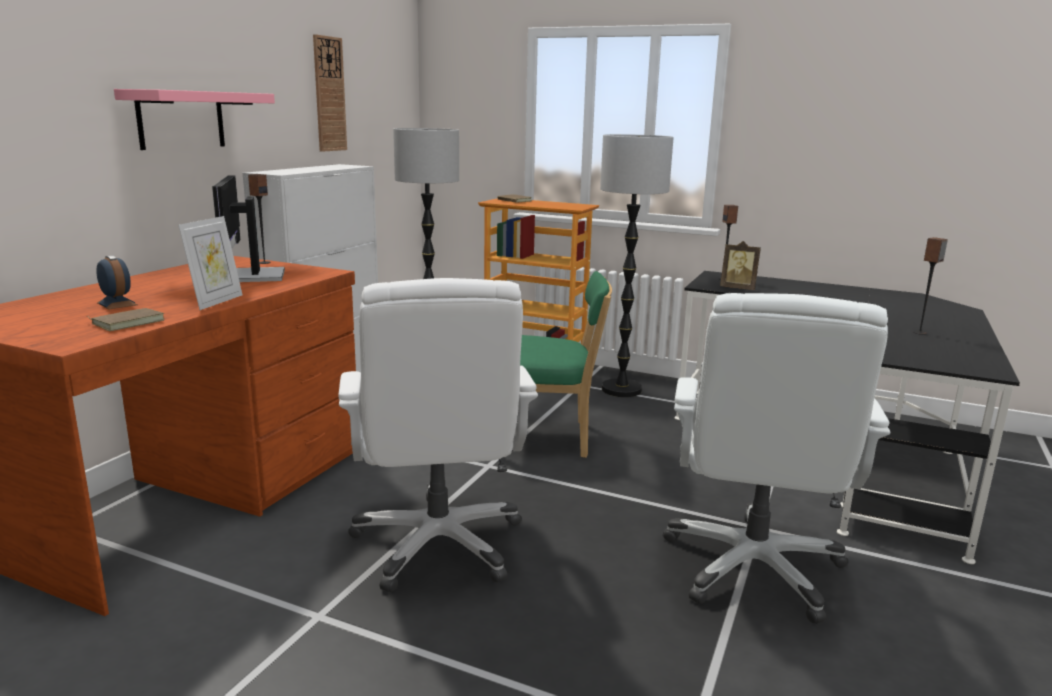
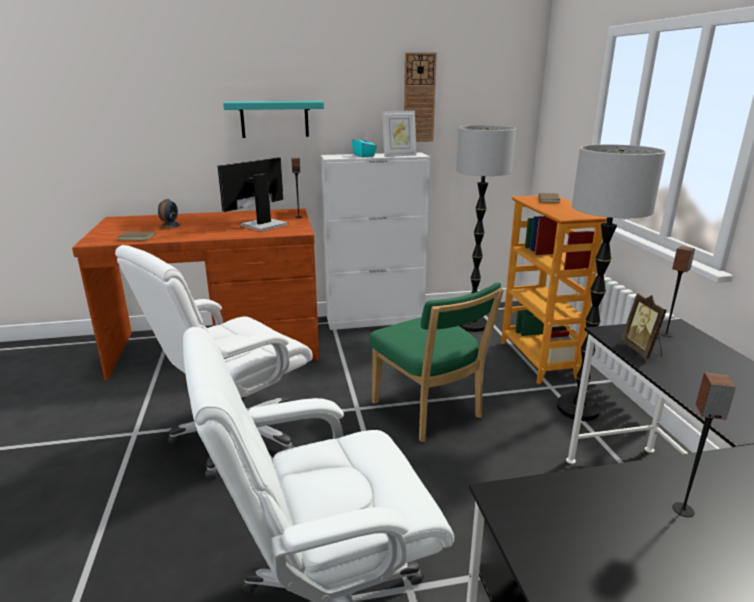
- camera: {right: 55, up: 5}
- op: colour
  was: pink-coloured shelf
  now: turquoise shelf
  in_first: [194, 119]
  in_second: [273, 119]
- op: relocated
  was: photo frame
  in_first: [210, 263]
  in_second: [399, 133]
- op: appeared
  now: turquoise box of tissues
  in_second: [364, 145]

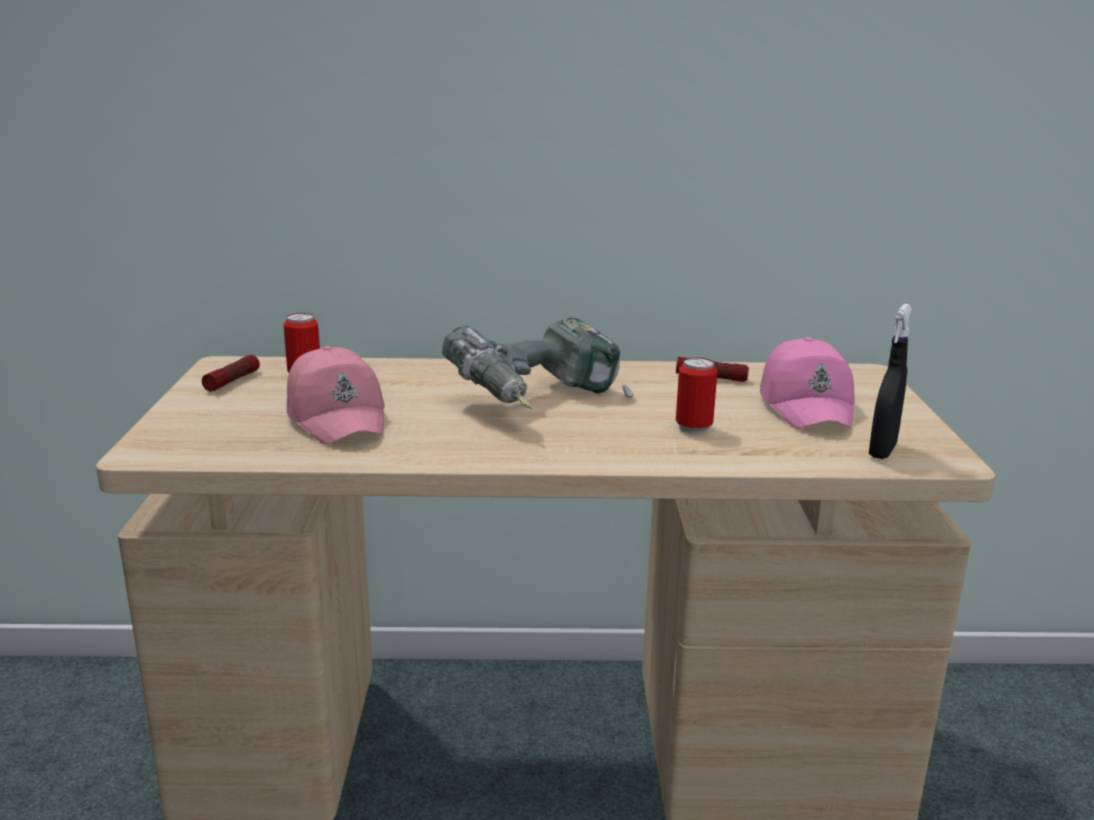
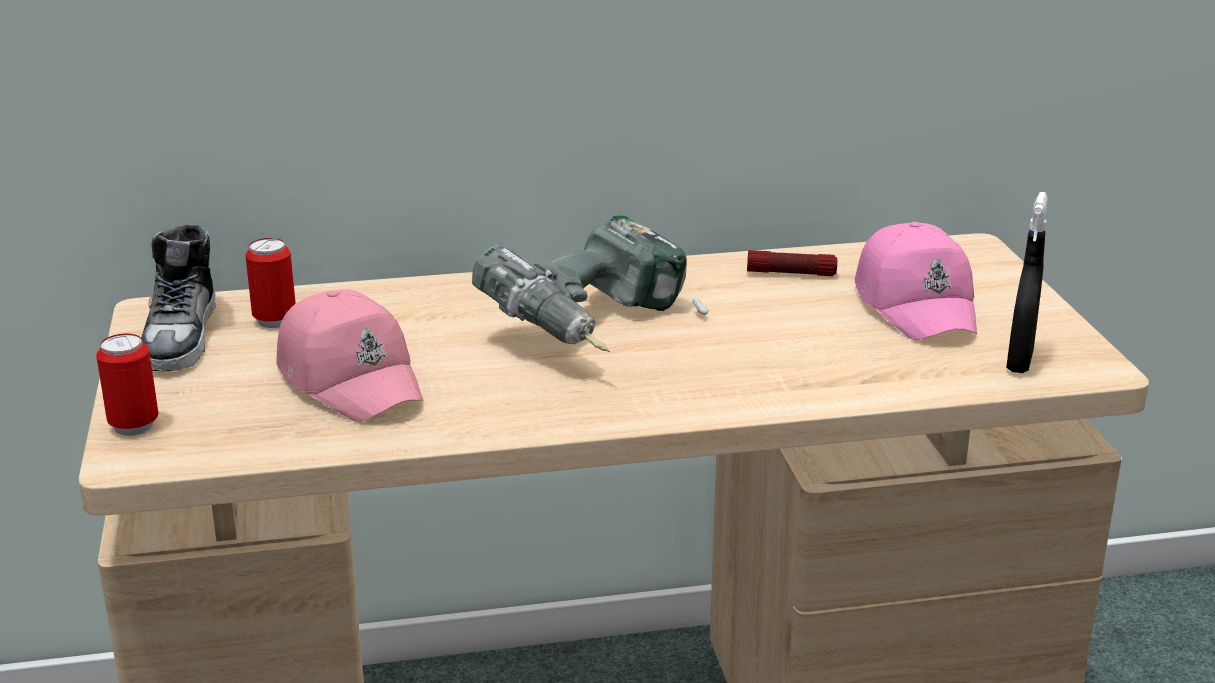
- camera: {right: -10, up: 5}
- op: exchanged
  was: hand torch
  now: shoe
  in_first: [231, 373]
  in_second: [178, 298]
- op: relocated
  was: sealed can
  in_first: [697, 395]
  in_second: [127, 384]

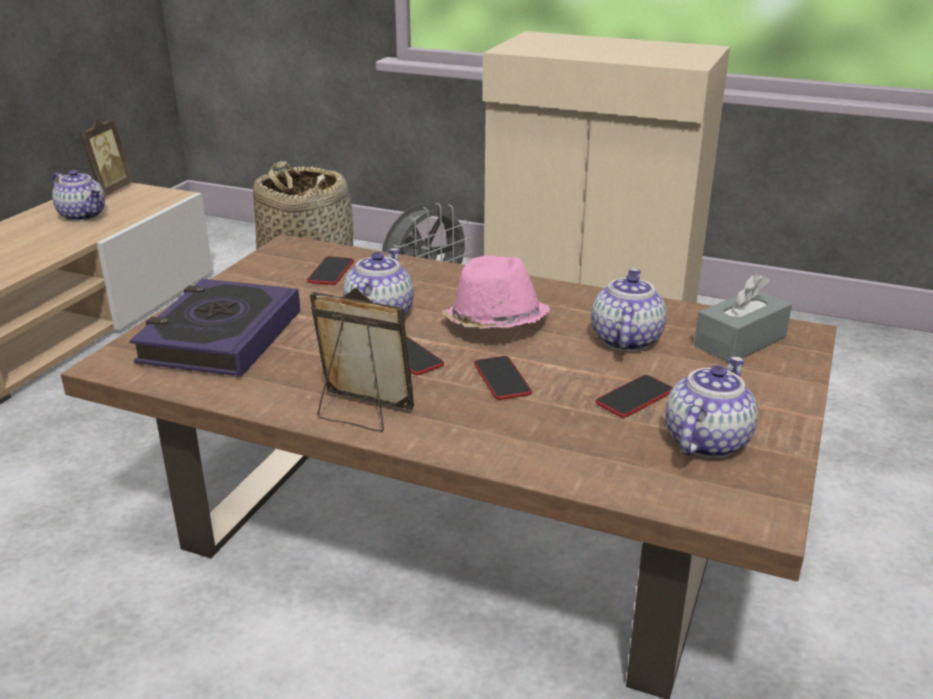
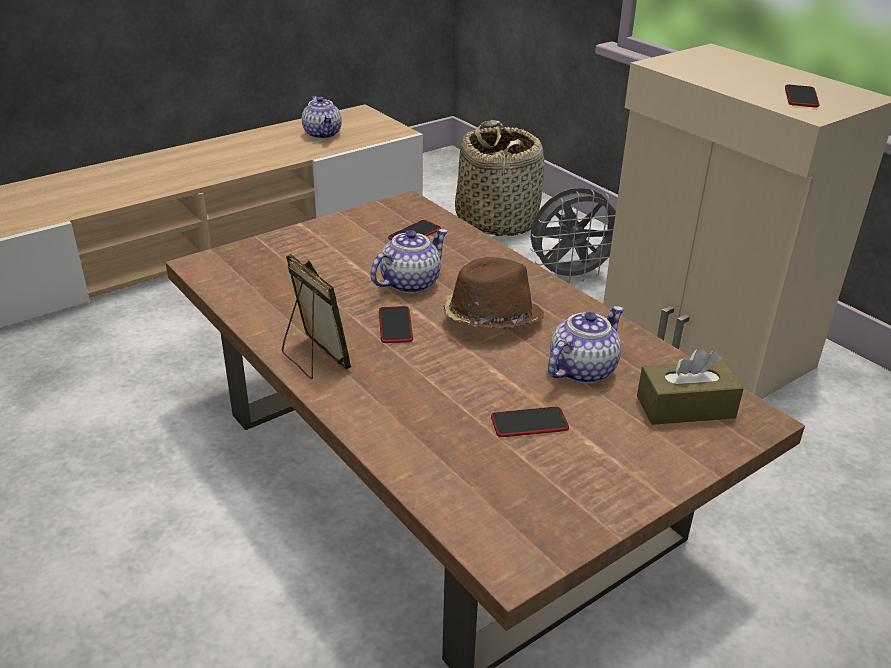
- camera: {right: 30, up: 5}
- op: missing
  was: photo frame
  in_first: [106, 157]
- op: colour
  was: pink-coloured clothing hat
  now: brown-coloured clothing hat
  in_first: [496, 292]
  in_second: [494, 293]
- op: colour
  was: grey box of tissues
  now: brown-coloured box of tissues
  in_first: [743, 318]
  in_second: [690, 386]
- op: missing
  was: volume
  in_first: [214, 328]
- op: relocated
  was: phone
  in_first: [503, 378]
  in_second: [802, 96]
- op: missing
  was: tea pot
  in_first: [711, 407]

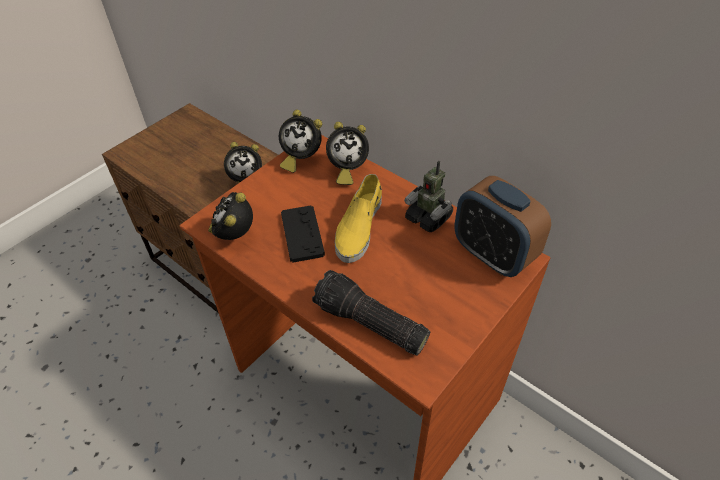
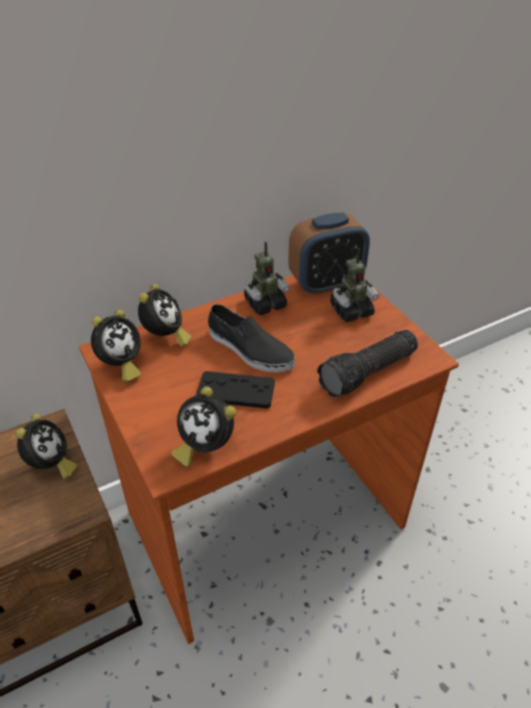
- camera: {right: -70, up: -5}
- op: colour
  was: yellow shoe
  now: black shoe
  in_first: [358, 218]
  in_second: [251, 338]
- op: appeared
  now: robot figure
  in_second: [354, 285]

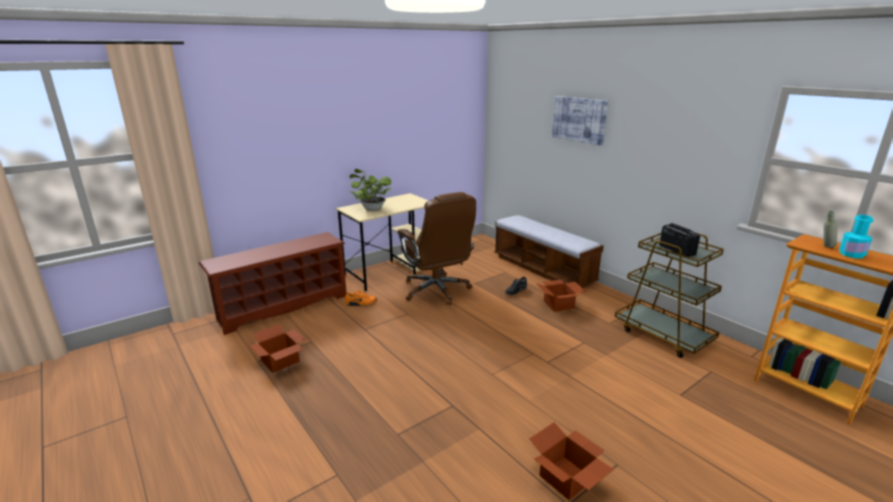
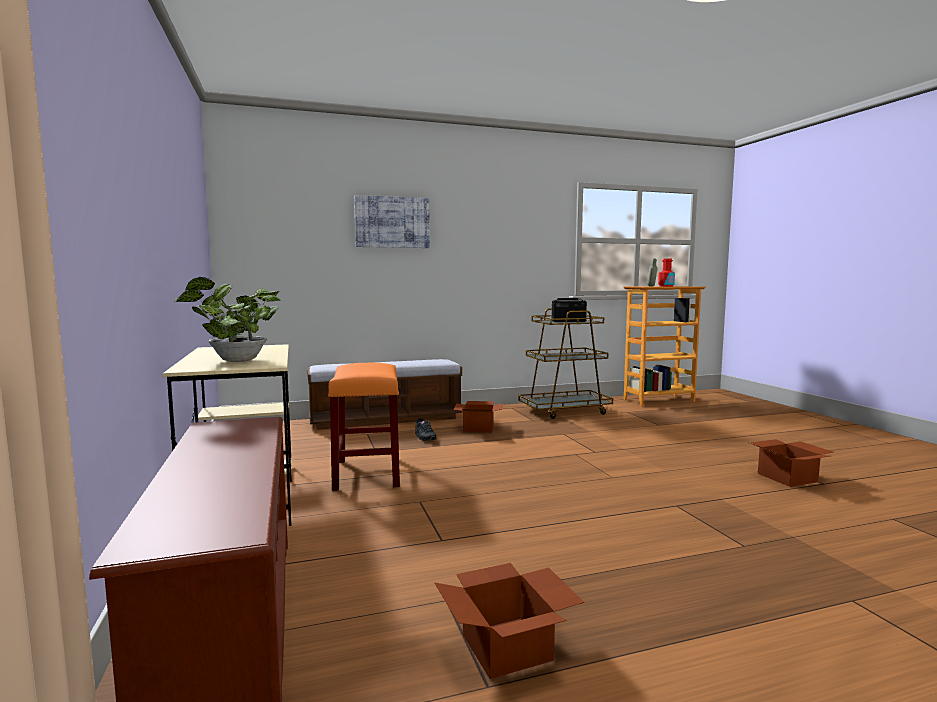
- camera: {right: -70, up: -15}
- op: exchanged
  was: brown-coloured desk chair
  now: orange-coloured sitting stool
  in_first: [436, 248]
  in_second: [364, 426]
- op: colour
  was: turquoise drink bottle
  now: red-coloured drink bottle
  in_first: [856, 237]
  in_second: [666, 272]
- op: missing
  was: orange-coloured shoe
  in_first: [361, 298]

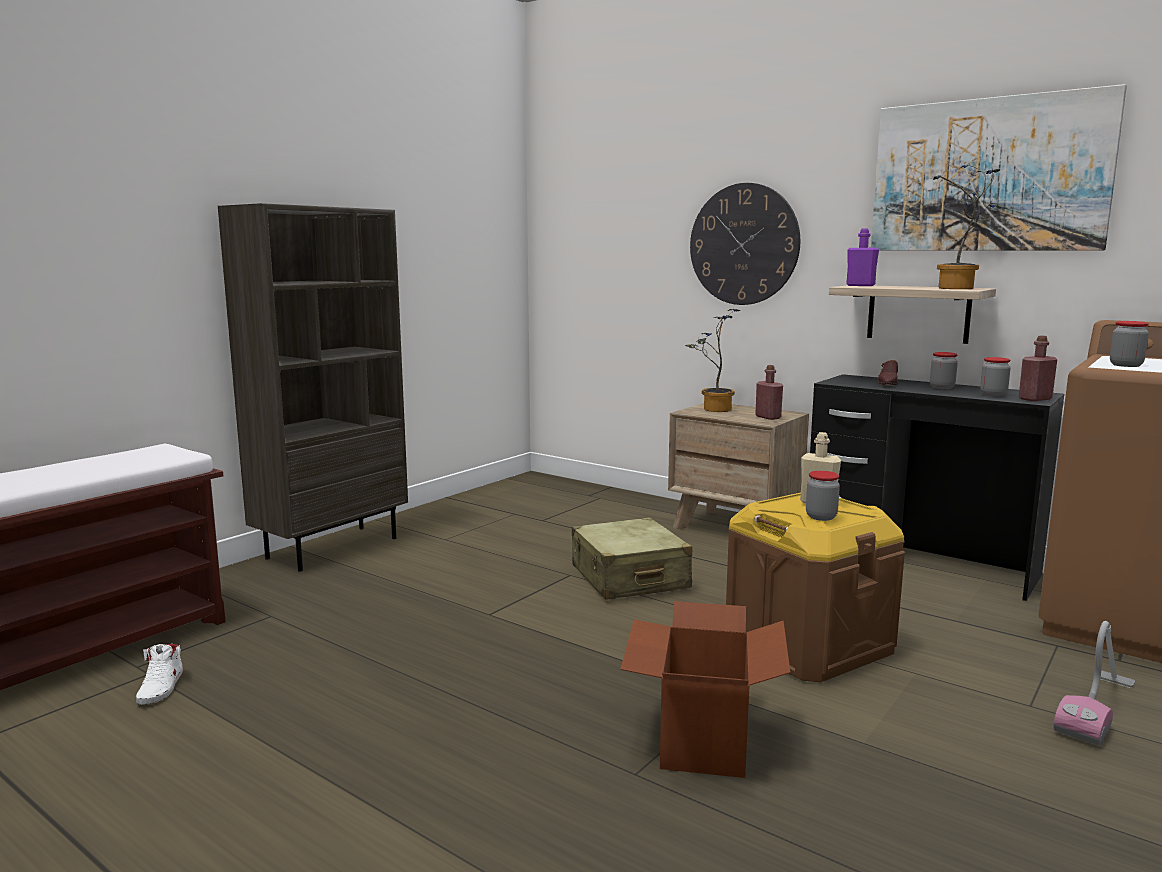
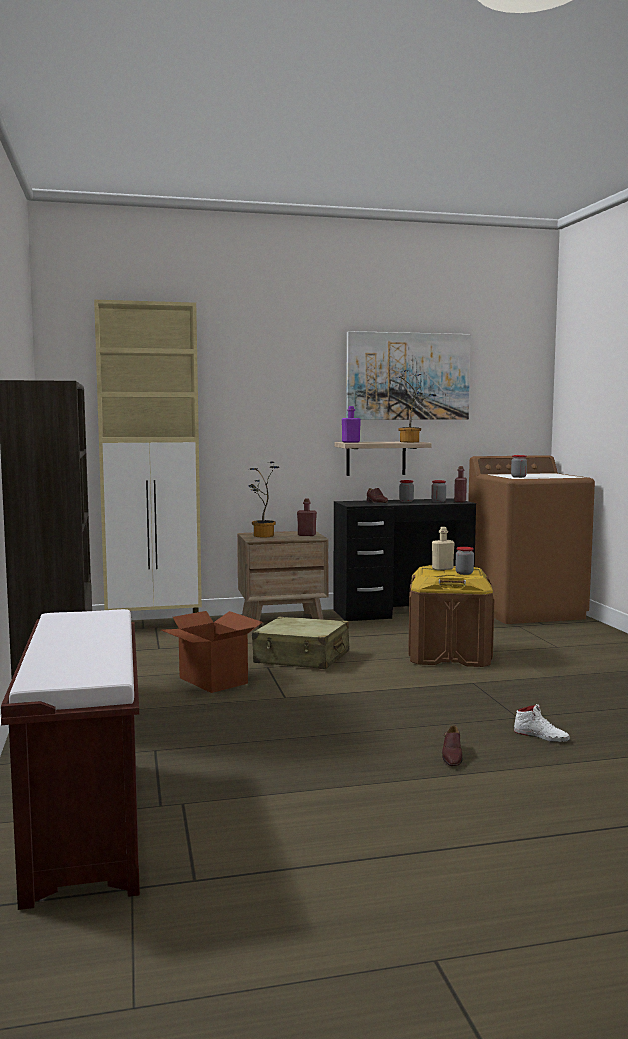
- camera: {right: -50, up: -5}
- op: missing
  was: hanging clock
  in_first: [745, 244]
- op: relocated
  was: cardboard box
  in_first: [705, 689]
  in_second: [212, 652]
- op: missing
  was: vacuum cleaner
  in_first: [1094, 683]
- op: relocated
  was: whitish shoe
  in_first: [159, 674]
  in_second: [542, 723]
- op: appeared
  now: sand-coloured cupboard
  in_second: [148, 456]
- op: appeared
  now: brown-coloured shoe
  in_second: [452, 745]

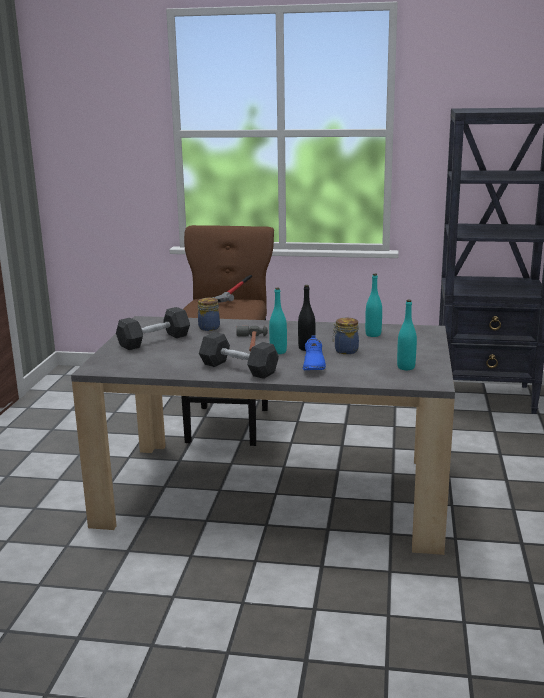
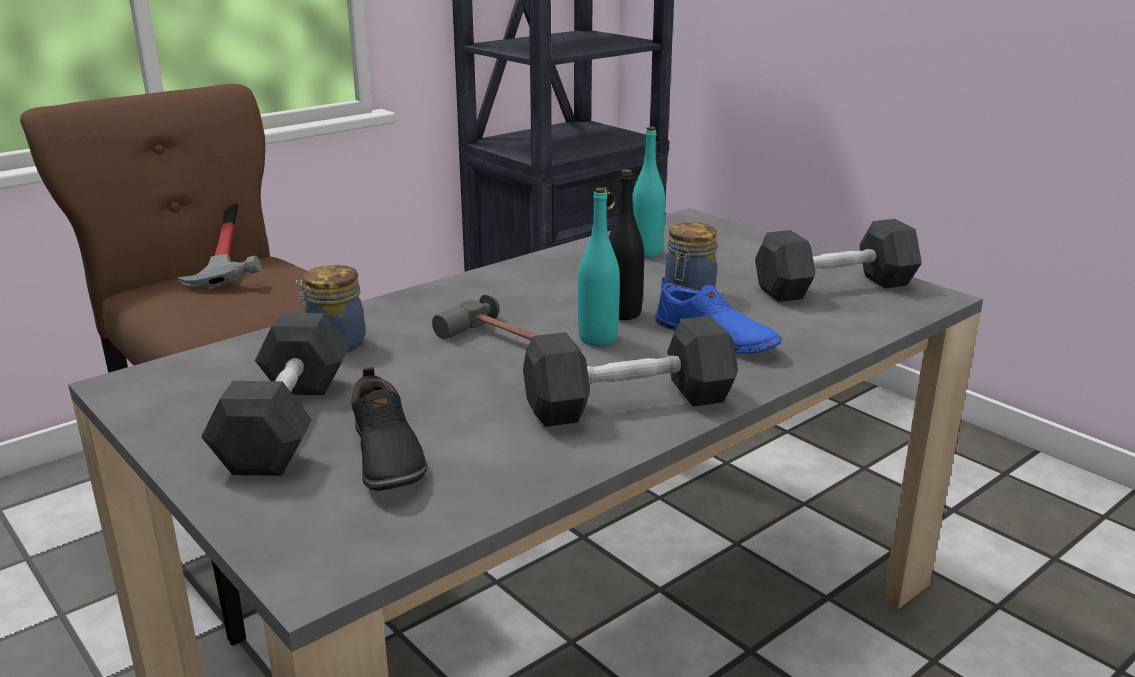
- camera: {right: -50, up: 5}
- op: exchanged
  was: turquoise drink bottle
  now: grey dumbbell
  in_first: [407, 335]
  in_second: [838, 260]
- op: appeared
  now: black shoe
  in_second: [389, 429]

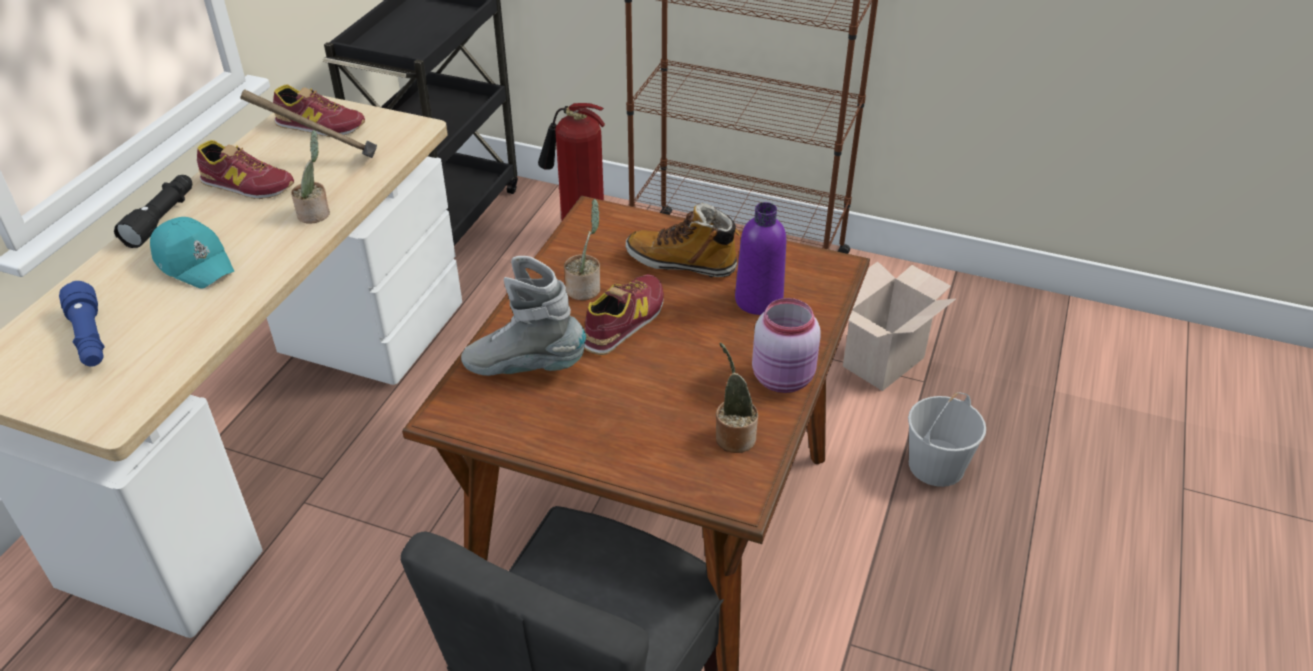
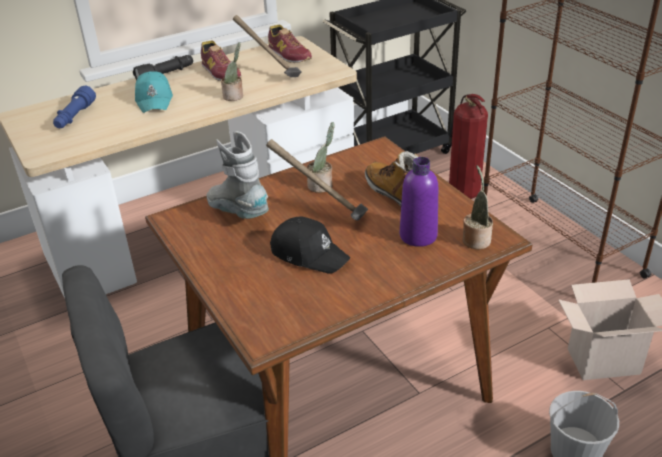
- camera: {right: 40, up: -5}
- op: exchanged
  was: shoe
  now: tool hammer
  in_first: [624, 314]
  in_second: [317, 180]
- op: missing
  was: pink-coloured preserve jar
  in_first: [786, 345]
- op: relocated
  was: houseplant
  in_first: [737, 397]
  in_second: [478, 207]
- op: appeared
  now: black peaked cap
  in_second: [310, 245]

